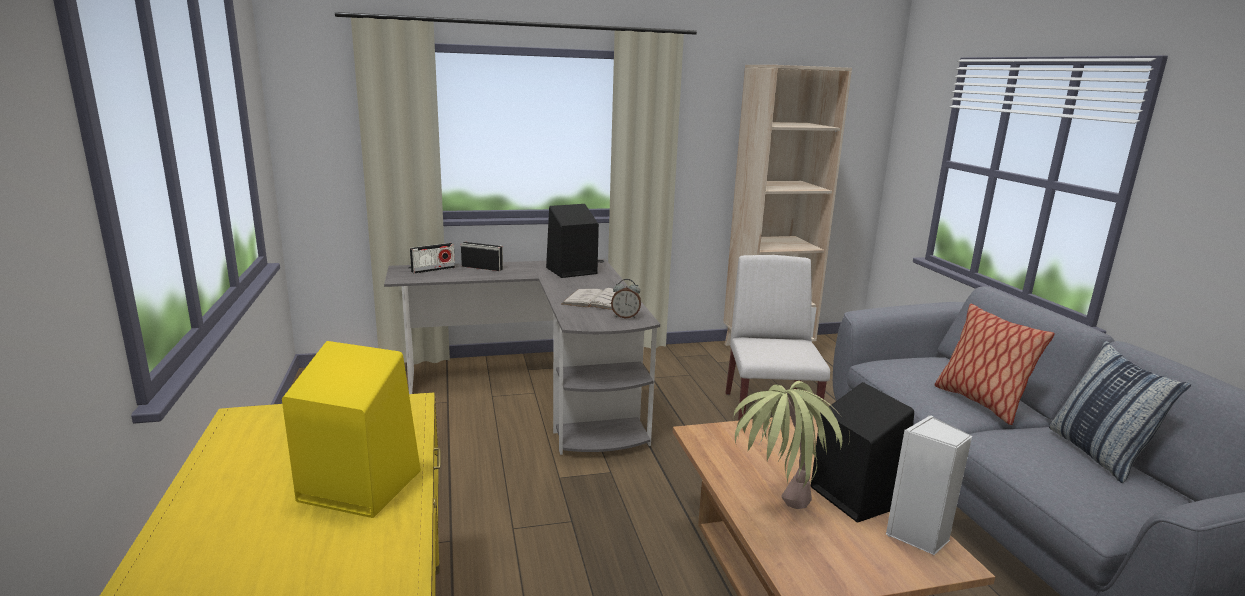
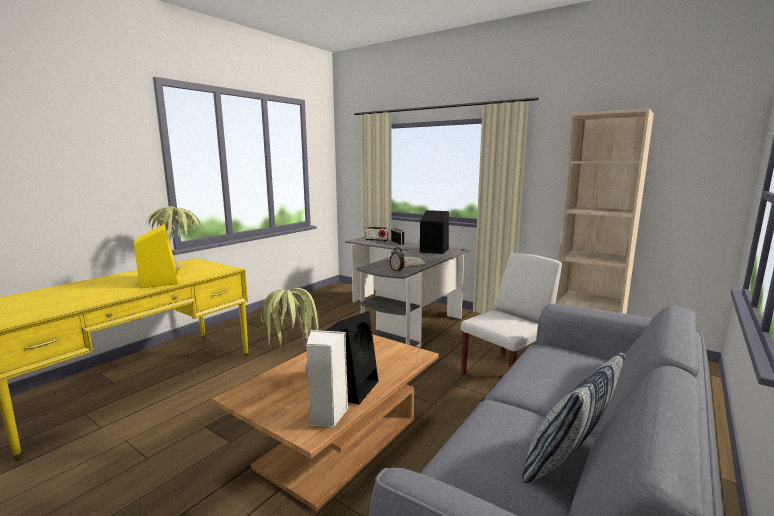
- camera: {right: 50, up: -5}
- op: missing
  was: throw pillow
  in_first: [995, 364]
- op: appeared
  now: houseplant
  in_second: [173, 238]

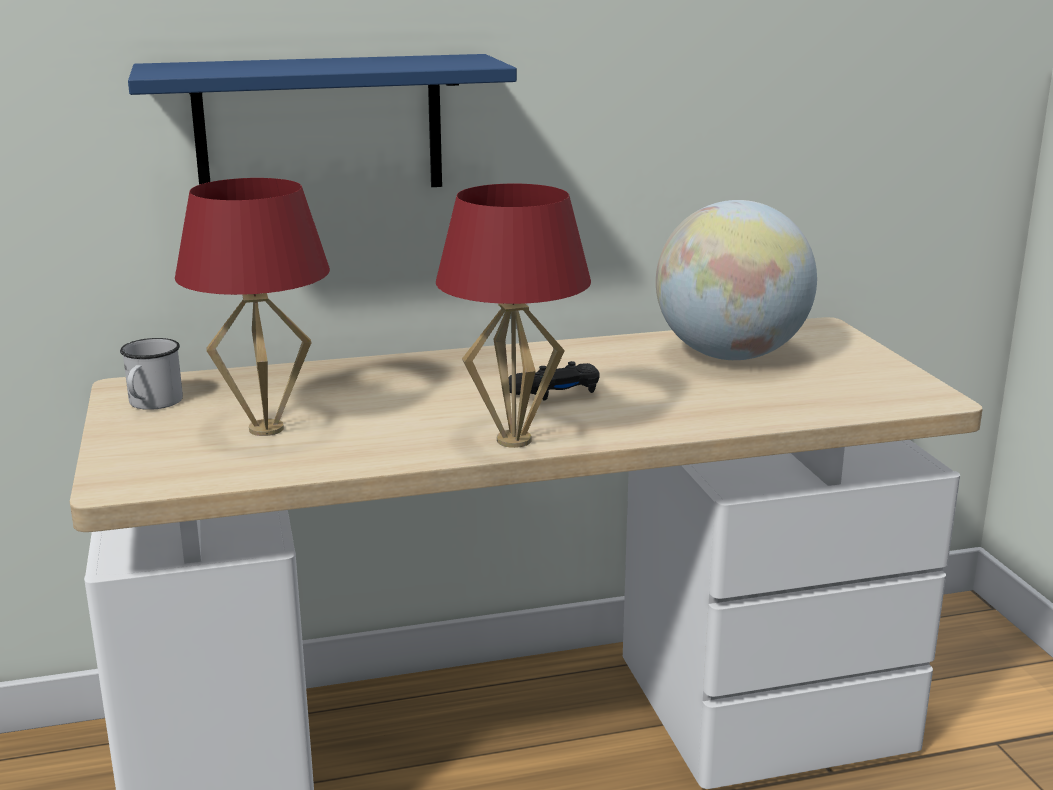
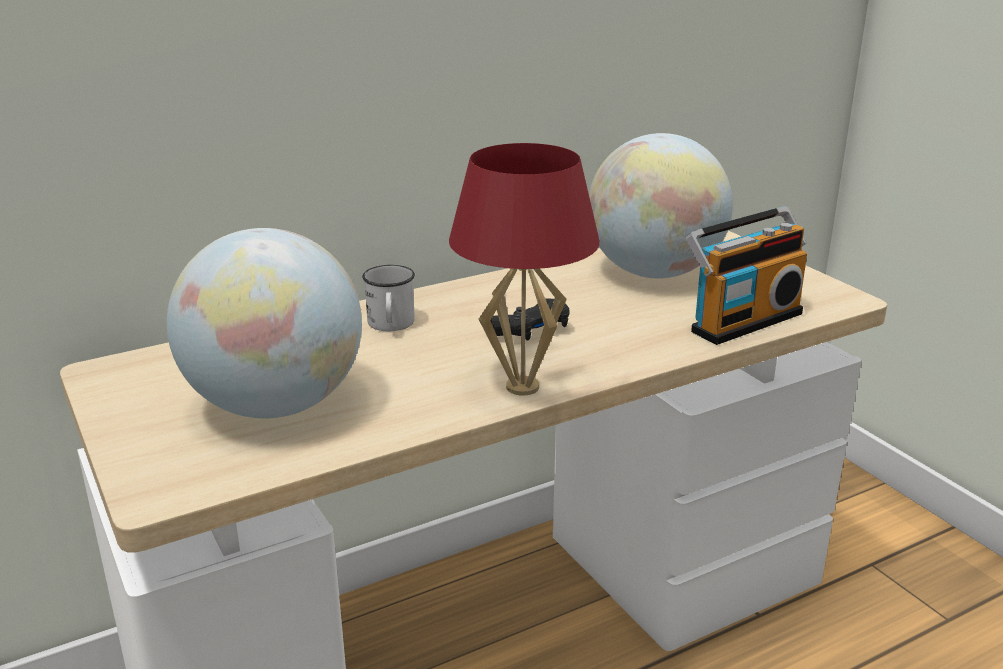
- camera: {right: -15, up: 5}
- op: missing
  was: blue-coloured shelf
  in_first: [322, 120]
- op: exchanged
  was: red-coloured tabletop lamp
  now: desk globe
  in_first: [252, 307]
  in_second: [264, 323]
- op: relocated
  was: whitish coffee mug
  in_first: [151, 374]
  in_second: [388, 298]
- op: appeared
  now: radio
  in_second: [746, 275]

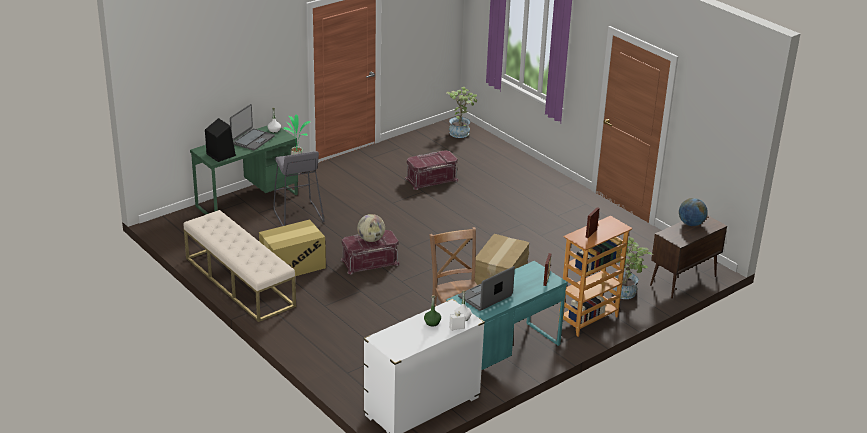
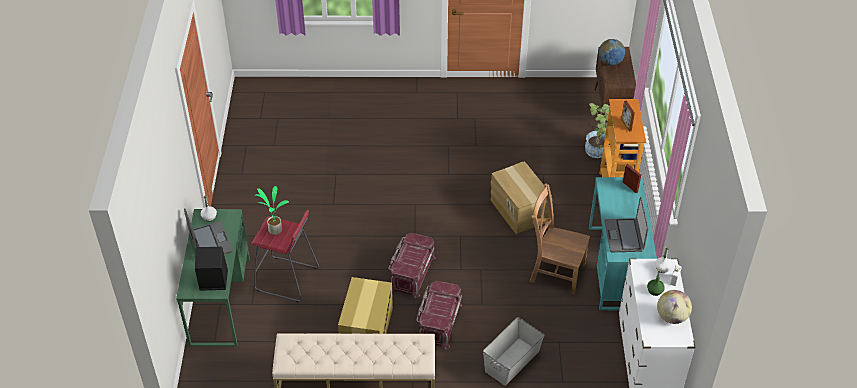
- camera: {right: -50, up: 15}
- op: missing
  was: houseplant
  in_first: [461, 112]
- op: relocated
  was: red-coloured storage bin
  in_first: [431, 170]
  in_second: [439, 315]
- op: colour
  was: grey sitting stool
  now: red-coloured sitting stool
  in_first: [299, 188]
  in_second: [285, 256]
- op: relocated
  was: desk globe
  in_first: [371, 228]
  in_second: [674, 307]
- op: appeared
  now: grey storage bin
  in_second: [514, 351]

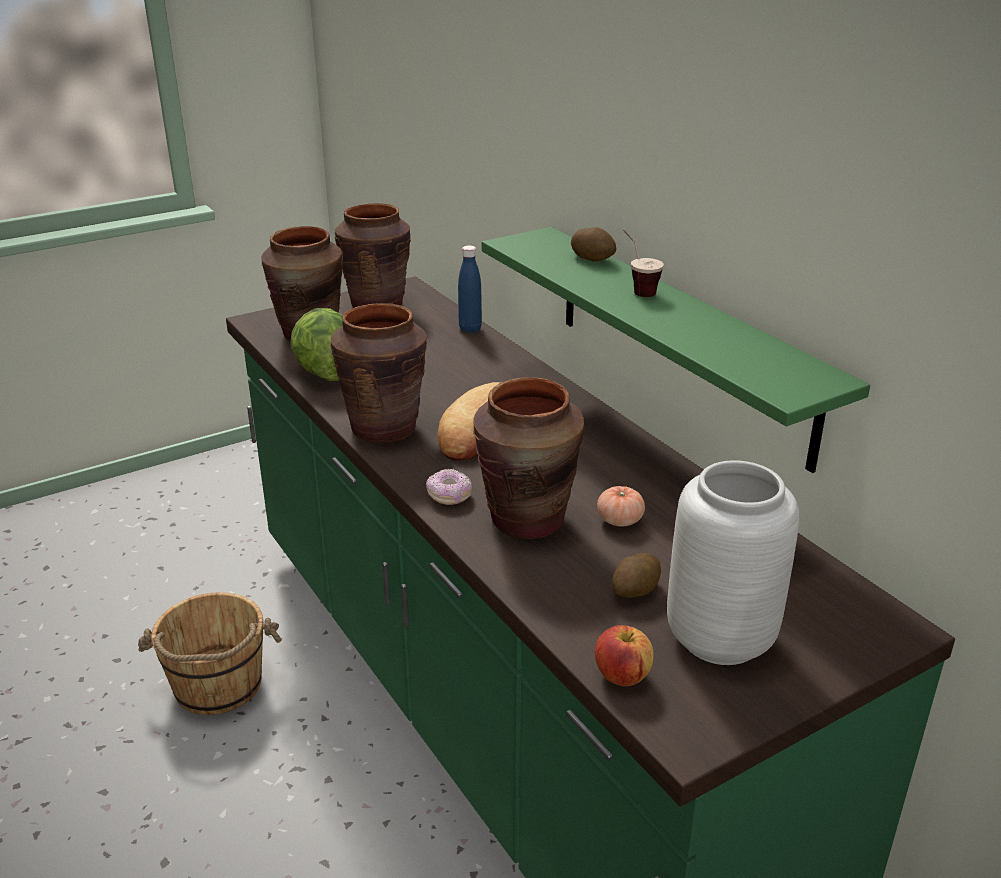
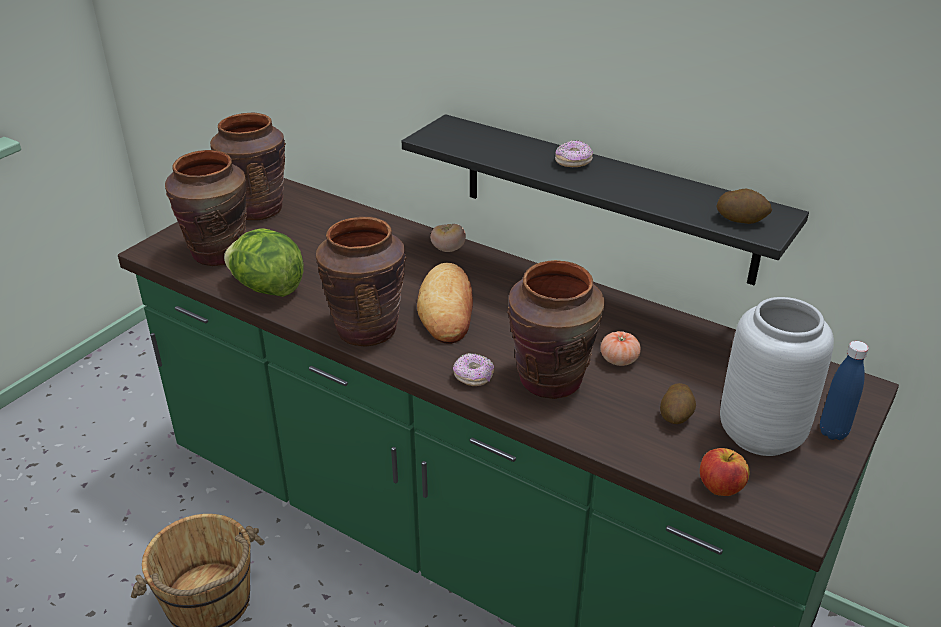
- camera: {right: -25, up: 5}
- op: colour
  was: greenish shelf
  now: black shelf
  in_first: [676, 350]
  in_second: [605, 199]
- op: relocated
  was: whole potato
  in_first: [593, 244]
  in_second: [744, 206]
- op: exchanged
  was: cup
  now: donut
  in_first: [643, 263]
  in_second: [574, 153]
- op: relocated
  was: blue-coloured drink bottle
  in_first: [470, 289]
  in_second: [844, 390]
- op: appeared
  now: whole tomato
  in_second: [448, 238]

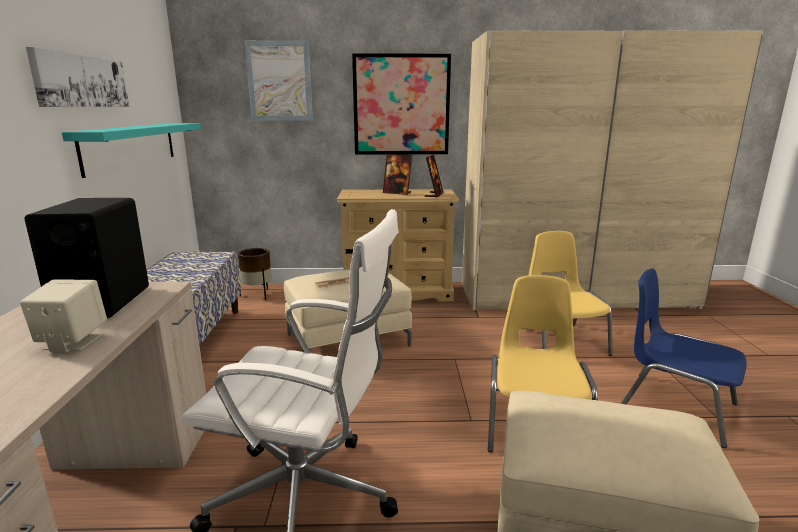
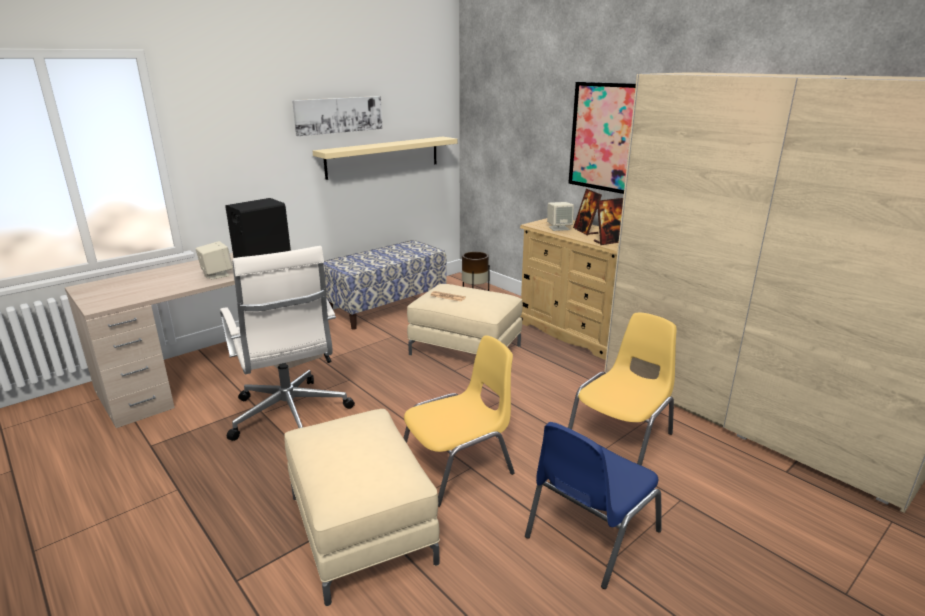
- camera: {right: 50, up: 5}
- op: missing
  was: wall picture
  in_first: [278, 80]
- op: colour
  was: turquoise shelf
  now: sand-coloured shelf
  in_first: [131, 150]
  in_second: [385, 158]
- op: spun
  was: blue-coloured chair
  in_first: [684, 358]
  in_second: [593, 505]
  clockwise: -135
- op: appeared
  now: sand-coloured loudspeaker
  in_second: [560, 216]

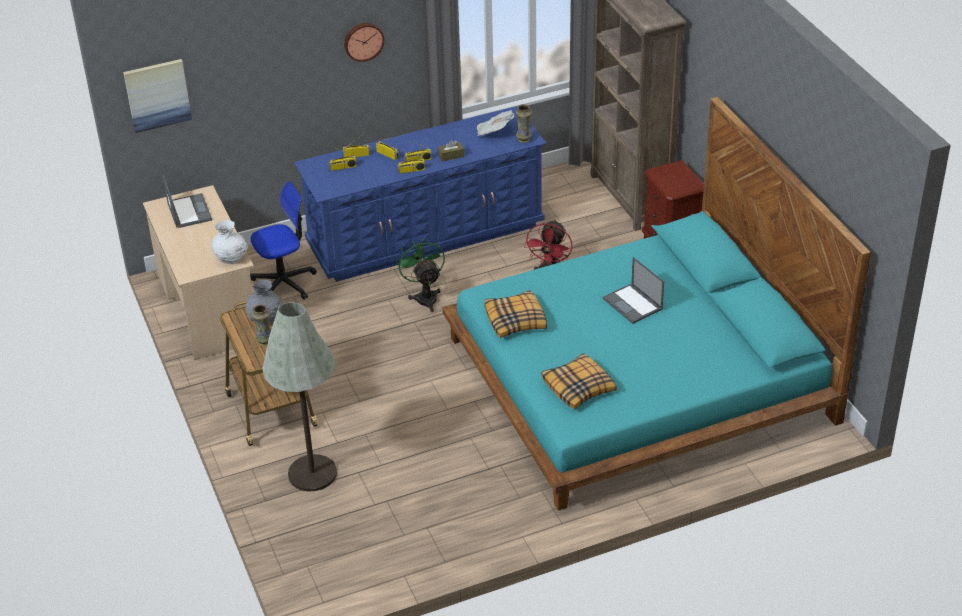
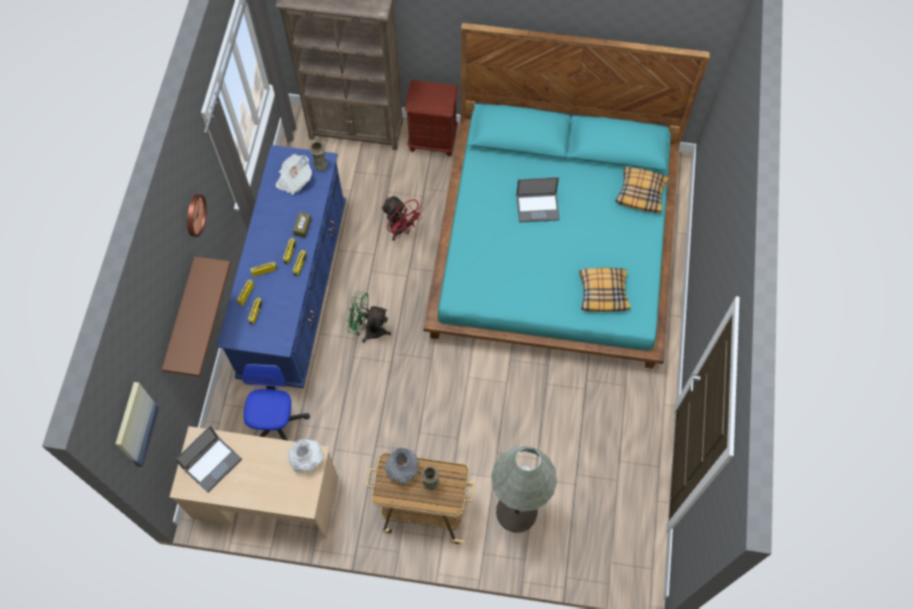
- camera: {right: -60, up: 25}
- op: spun
  was: notebook computer
  in_first: [187, 201]
  in_second: [208, 459]
  clockwise: 120
- op: relocated
  was: throw pillow
  in_first: [516, 314]
  in_second: [642, 190]
- op: appeared
  now: brown-coloured shelf
  in_second: [196, 316]

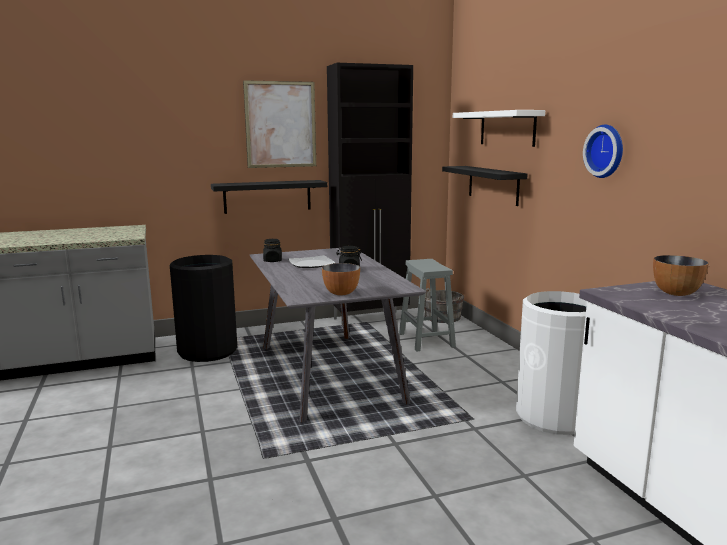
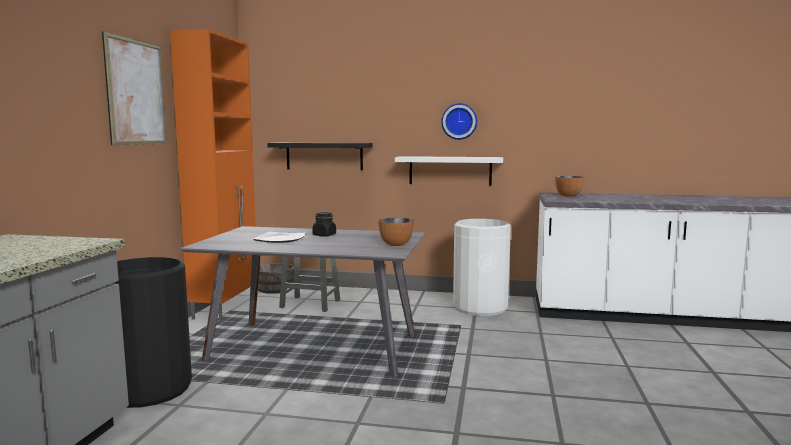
- camera: {right: -60, up: -5}
- op: colour
  was: black cupboard
  now: orange-coloured cupboard
  in_first: [370, 195]
  in_second: [213, 175]
- op: relocated
  was: whitish shelf
  in_first: [499, 128]
  in_second: [449, 171]
- op: missing
  was: black shelf
  in_first: [269, 197]
- op: missing
  was: black preserve jar
  in_first: [272, 250]

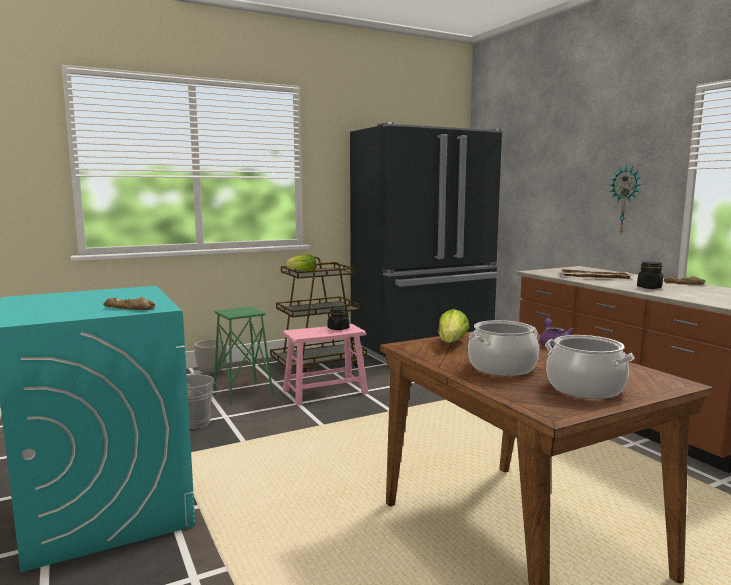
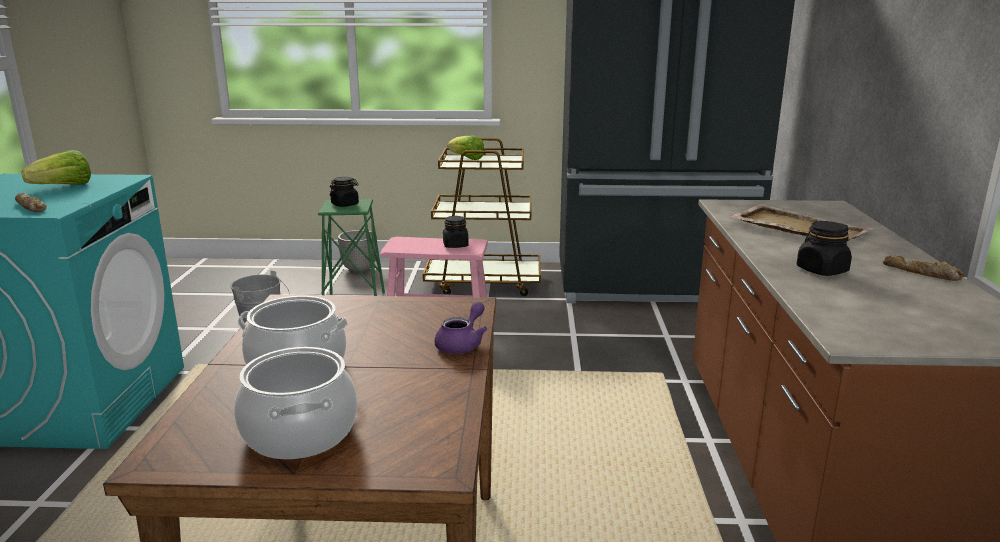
- camera: {right: 30, up: 10}
- op: missing
  was: hanging clock
  in_first: [626, 199]
- op: relocated
  was: head of lettuce
  in_first: [453, 326]
  in_second: [56, 167]
- op: appeared
  now: black preserve jar
  in_second: [344, 192]

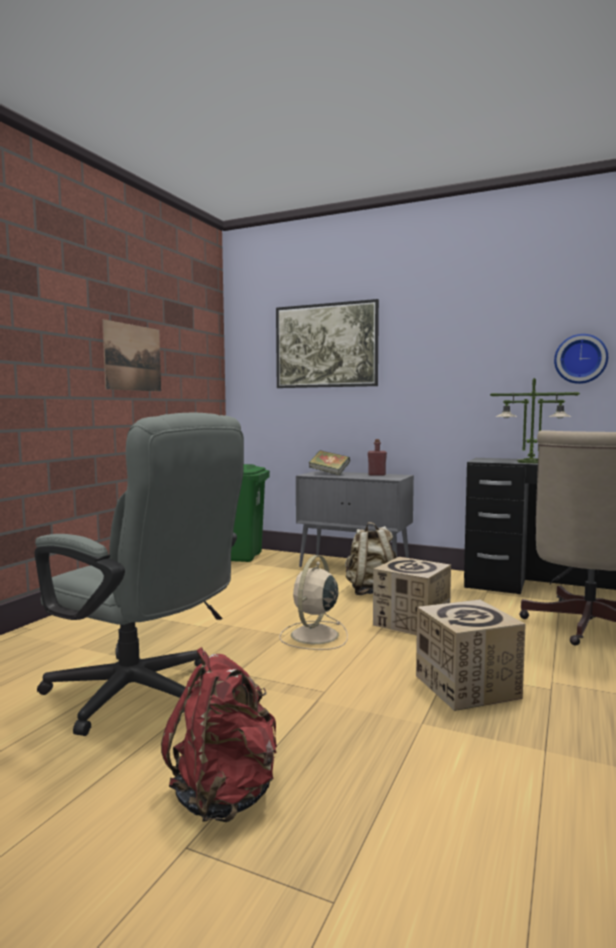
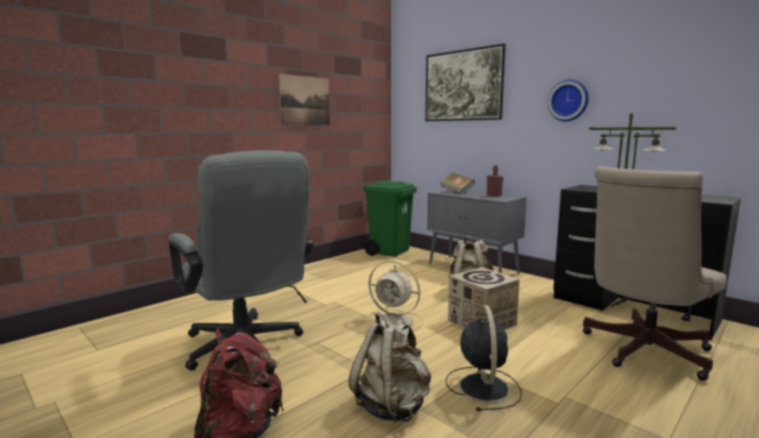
- camera: {right: 20, up: 5}
- op: relocated
  was: hanging clock
  in_first: [581, 359]
  in_second: [568, 101]
- op: spun
  was: sand-coloured fan
  in_first: [313, 602]
  in_second: [394, 296]
  clockwise: -105
- op: exchanged
  was: cardboard box
  now: black fan
  in_first: [471, 655]
  in_second: [484, 358]
- op: appeared
  now: sand-coloured knapsack
  in_second: [390, 367]

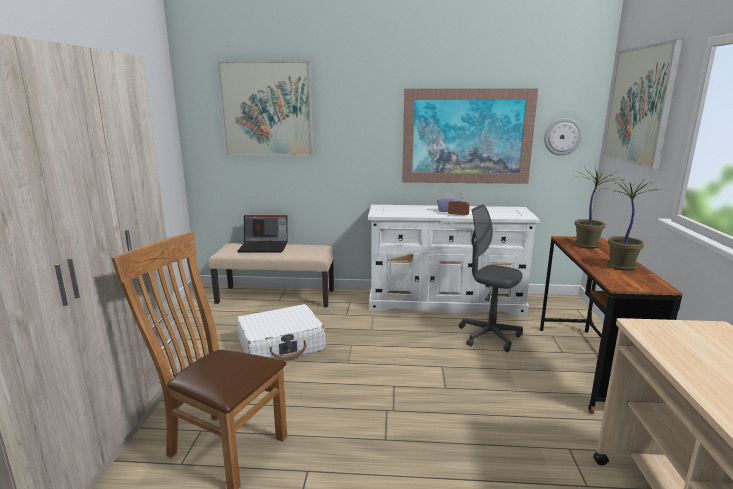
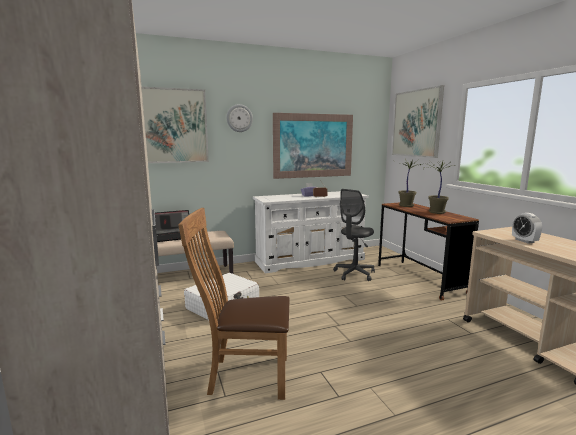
- camera: {right: -25, up: -5}
- op: relocated
  was: hanging clock
  in_first: [563, 137]
  in_second: [239, 118]
- op: spun
  was: grey desk chair
  in_first: [491, 278]
  in_second: [354, 235]
  clockwise: -60
- op: appeared
  now: table clock
  in_second: [527, 228]

